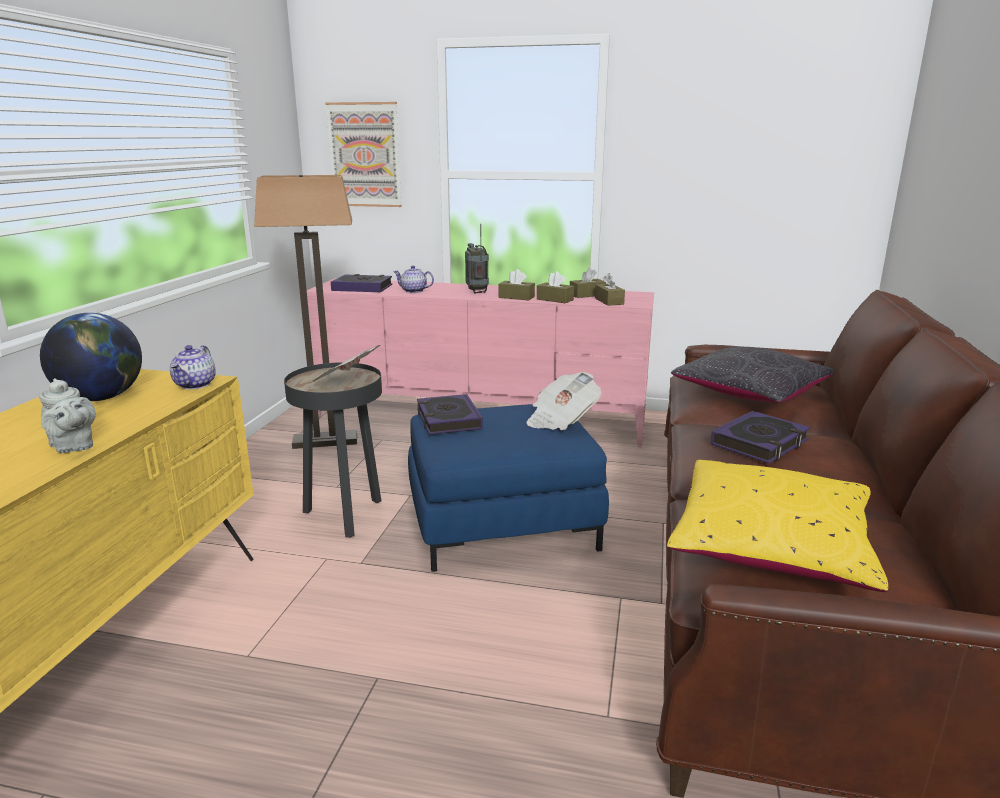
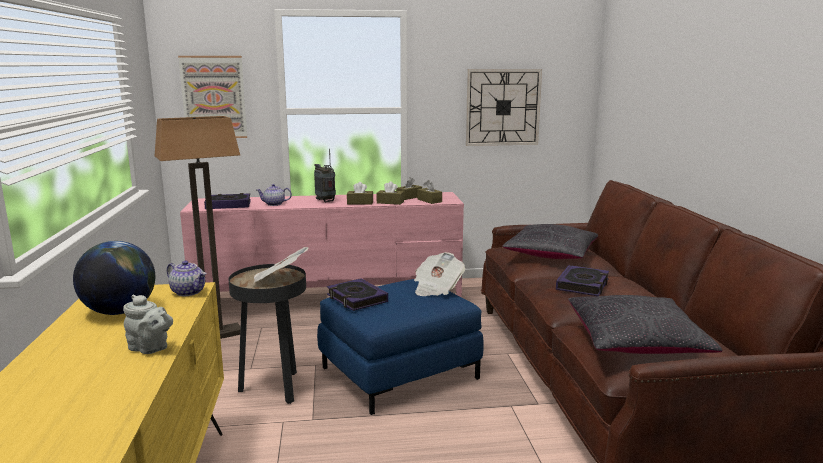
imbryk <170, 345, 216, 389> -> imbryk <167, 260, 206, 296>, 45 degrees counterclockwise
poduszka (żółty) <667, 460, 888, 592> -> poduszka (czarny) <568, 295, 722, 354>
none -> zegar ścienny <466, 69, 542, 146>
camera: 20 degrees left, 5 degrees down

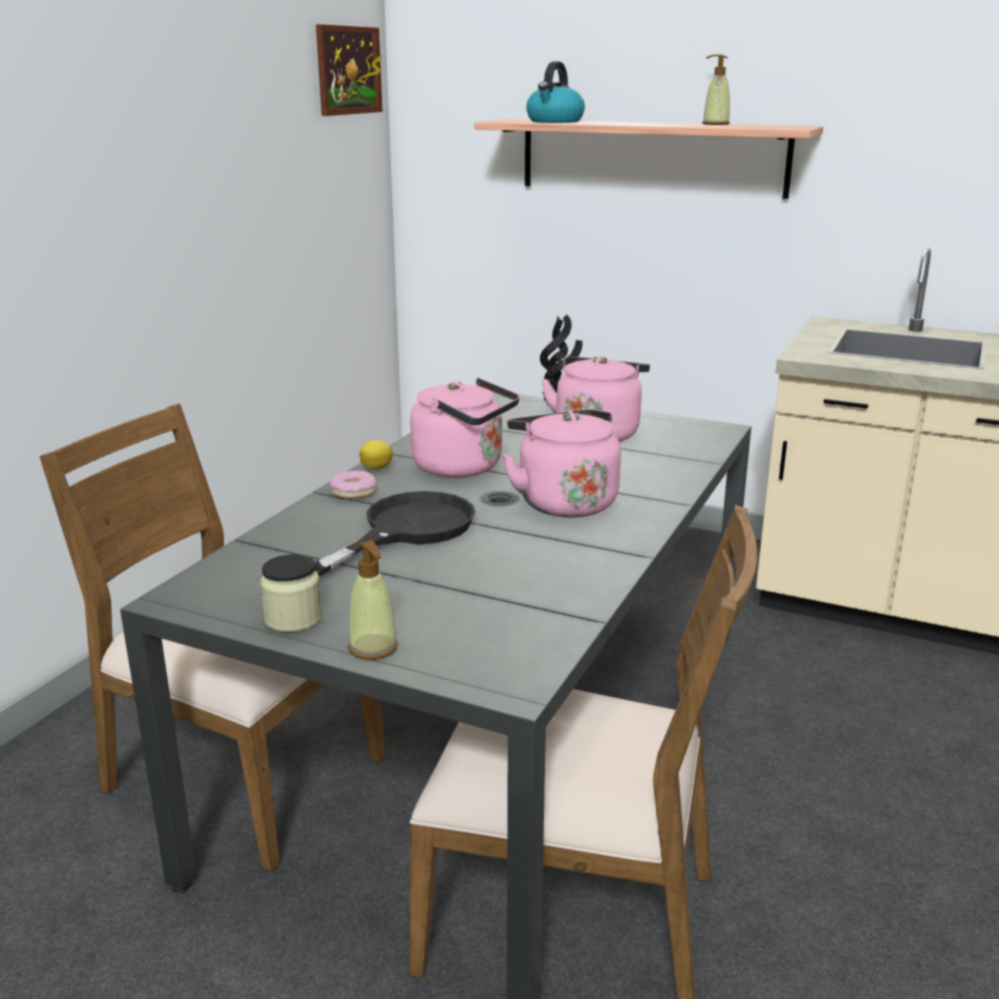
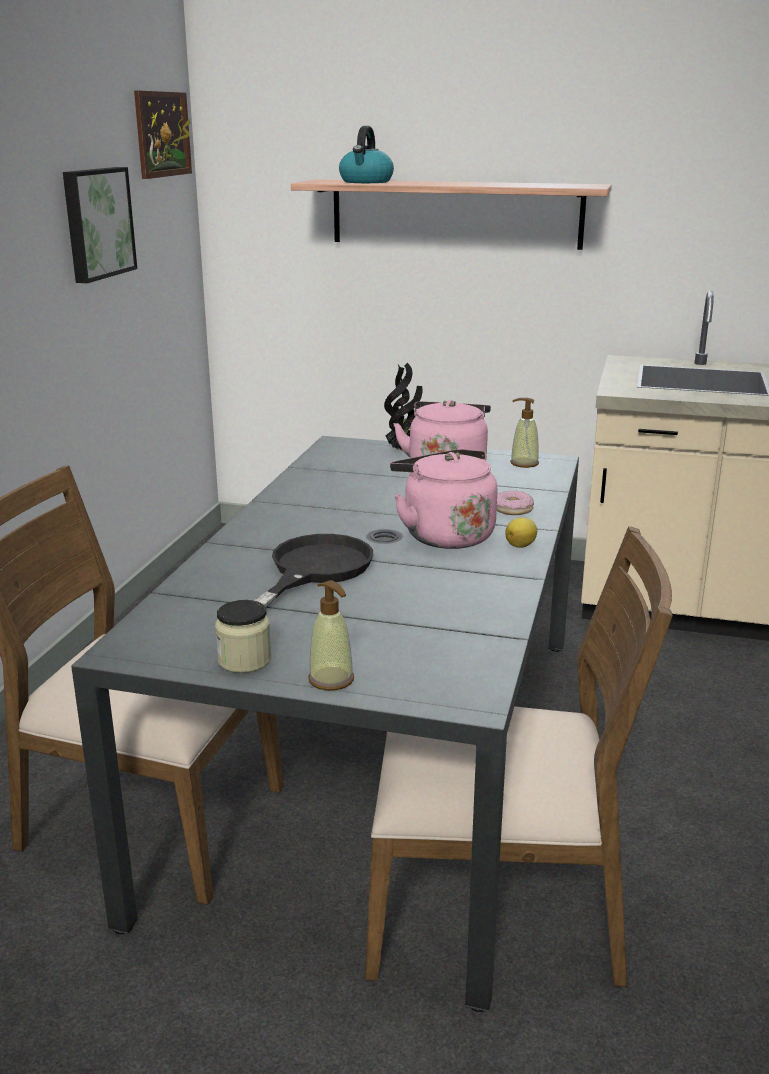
dozownik mydła <702, 55, 730, 125> -> dozownik mydła <510, 398, 539, 468>, move
czajnik (różowy) <410, 378, 519, 478> -> none
cytryna <359, 440, 393, 470> -> cytryna <505, 518, 537, 548>, move
donut <330, 471, 376, 499> -> donut <497, 490, 534, 515>, move
none -> obraz <63, 167, 137, 283>
camera: 10 degrees left, 0 degrees up

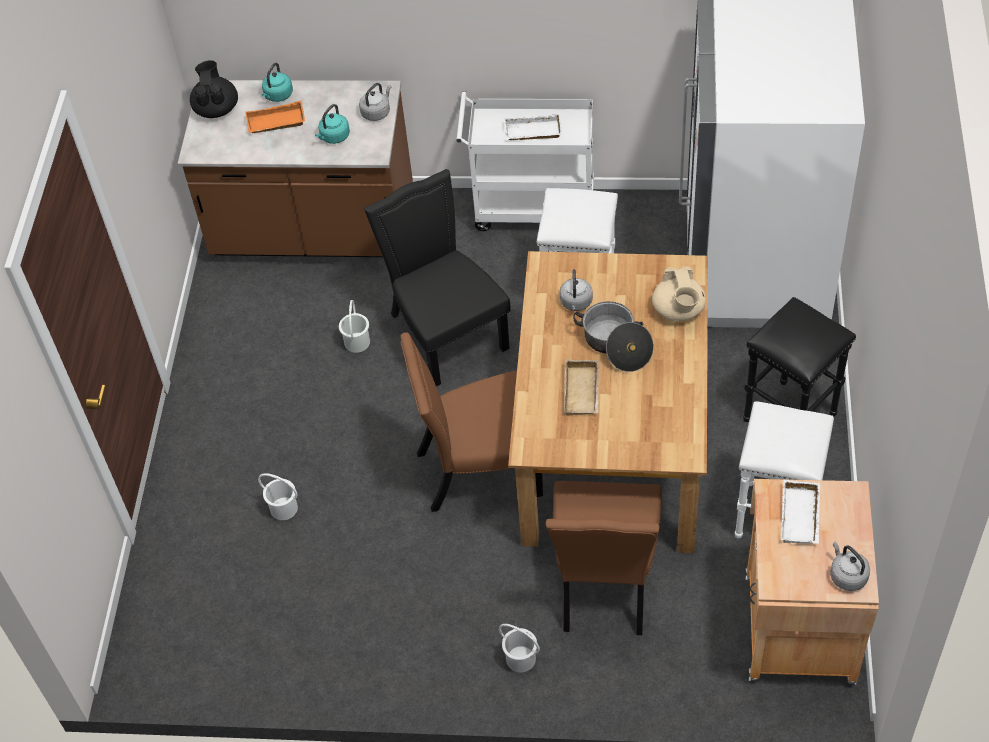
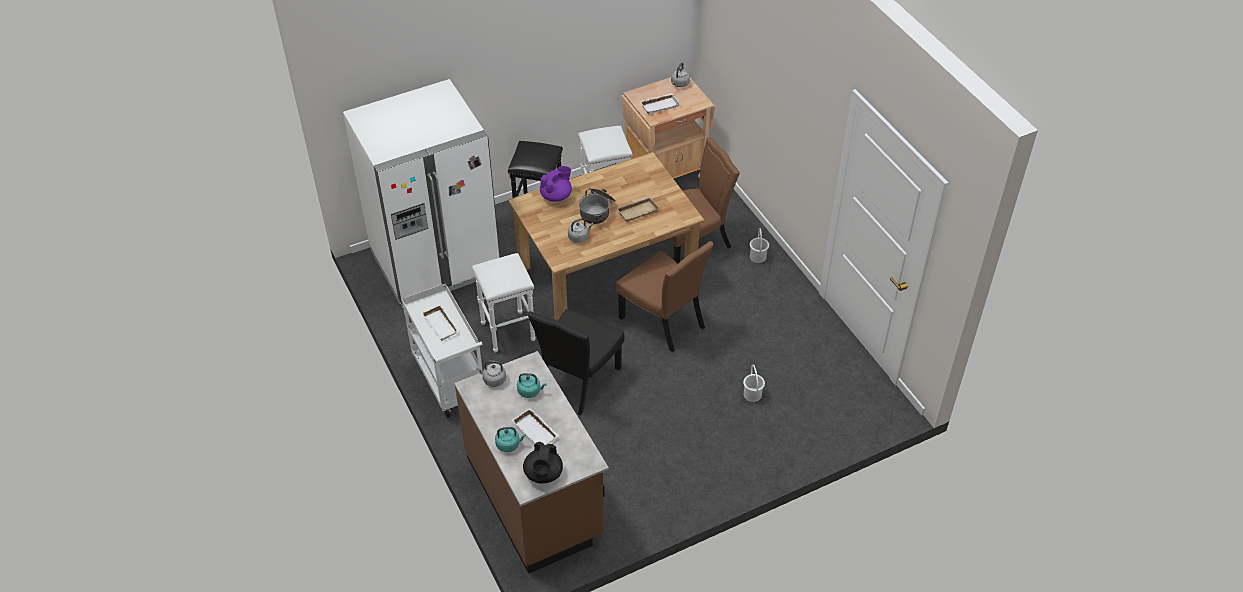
imbryk (czarny) <190, 60, 238, 118> -> imbryk (czarny) <523, 442, 563, 484>, 45 degrees counterclockwise
taca (pomarańczowy) <245, 101, 305, 133> -> taca (biały) <512, 408, 559, 445>
imbryk (beżowy) <652, 266, 706, 322> -> imbryk (fioletowy) <540, 166, 572, 202>
wiadro (biały) <339, 300, 370, 353> -> none
camera: 125 degrees left, 5 degrees down

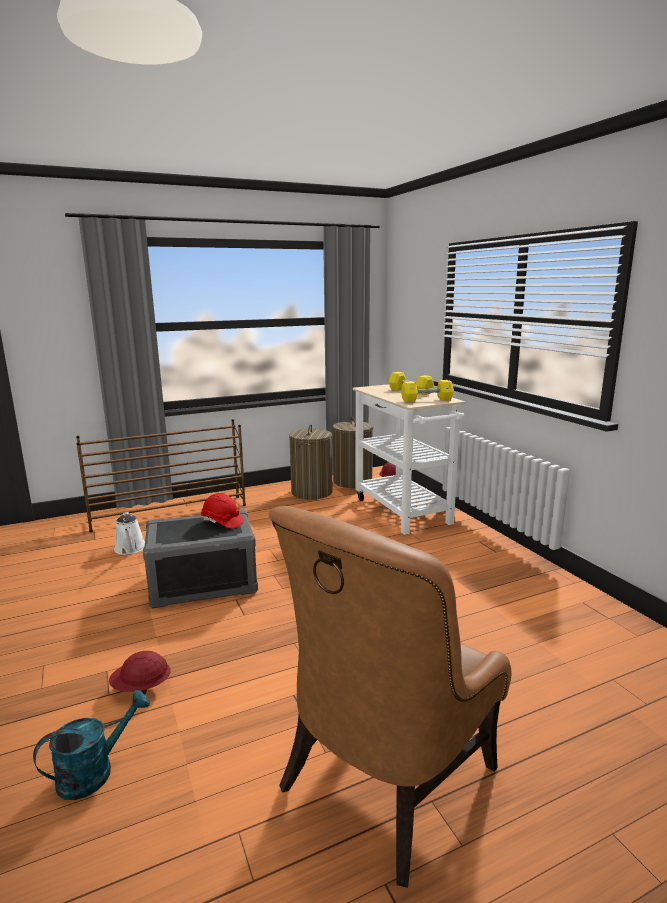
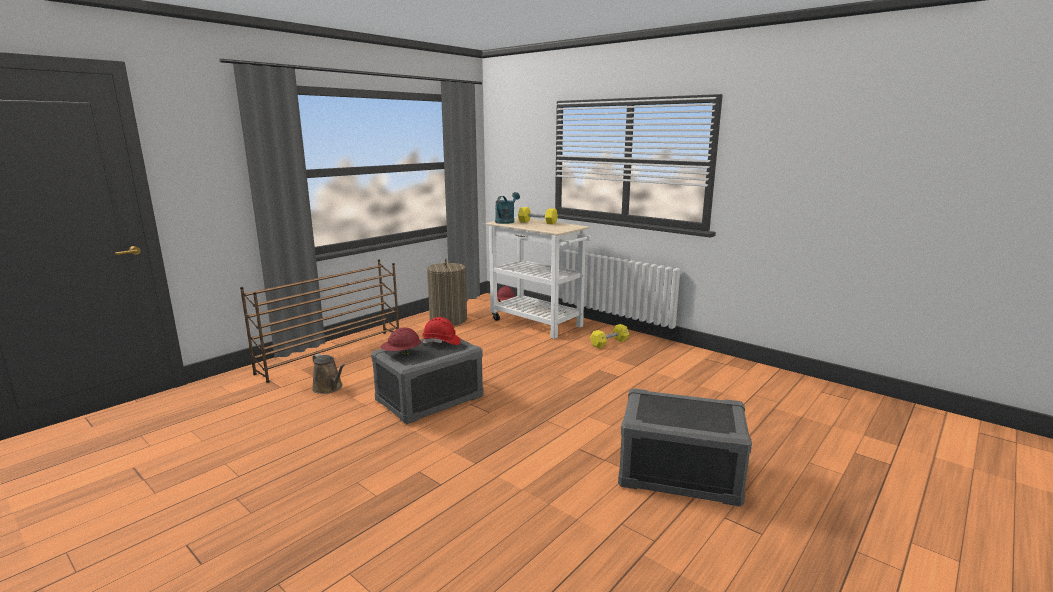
hantel (żółty) <401, 380, 454, 402> -> hantel (żółty) <590, 324, 629, 349>, move
kosz na pranie <332, 416, 373, 488> -> none
krzesło (brązowy) <269, 506, 511, 888> -> pojemnik do przechowywania (szary) <618, 388, 752, 507>
konewka (biały) <114, 512, 145, 555> -> konewka (brązowy) <312, 354, 345, 394>
kask (czerwony) <109, 651, 171, 694> -> kask (czerwony) <381, 327, 421, 356>, move
konewka (turkusowy) <33, 690, 150, 800> -> konewka (turkusowy) <495, 192, 520, 224>, move
camera: 25 degrees left, 0 degrees up

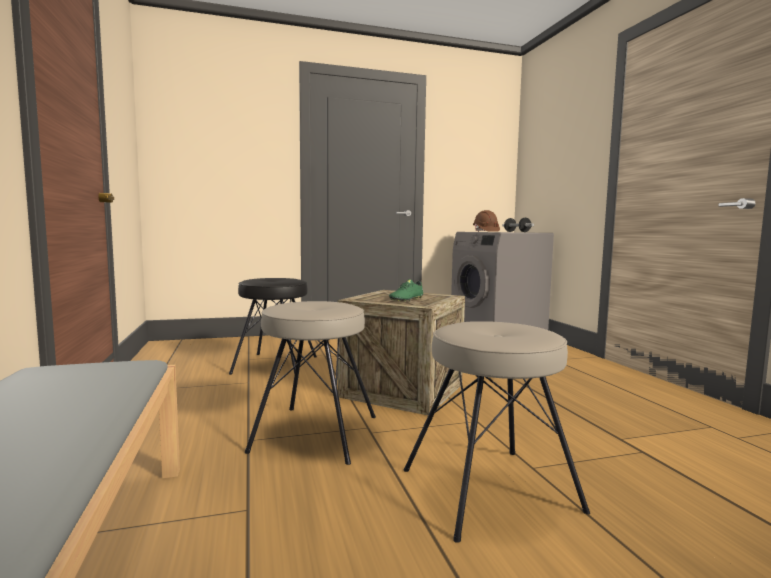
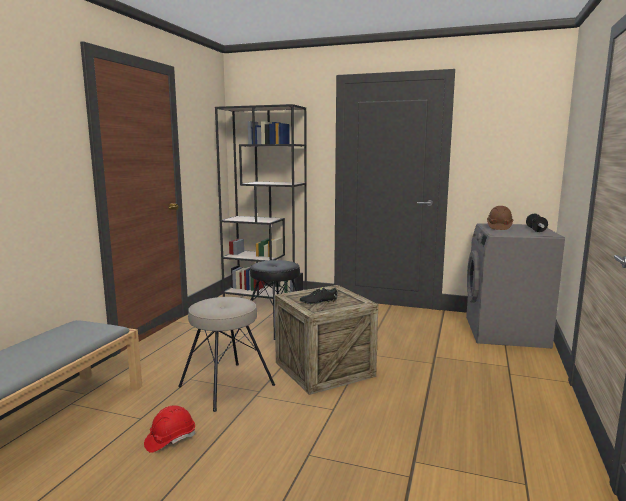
but (zielony) <389, 279, 423, 302> -> but (czarny) <300, 286, 338, 305>
stołek (beżowy) <403, 321, 590, 543> -> none
none -> regał <215, 104, 307, 299>
none -> kask (czerwony) <144, 405, 195, 453>
camera: 35 degrees right, 5 degrees up

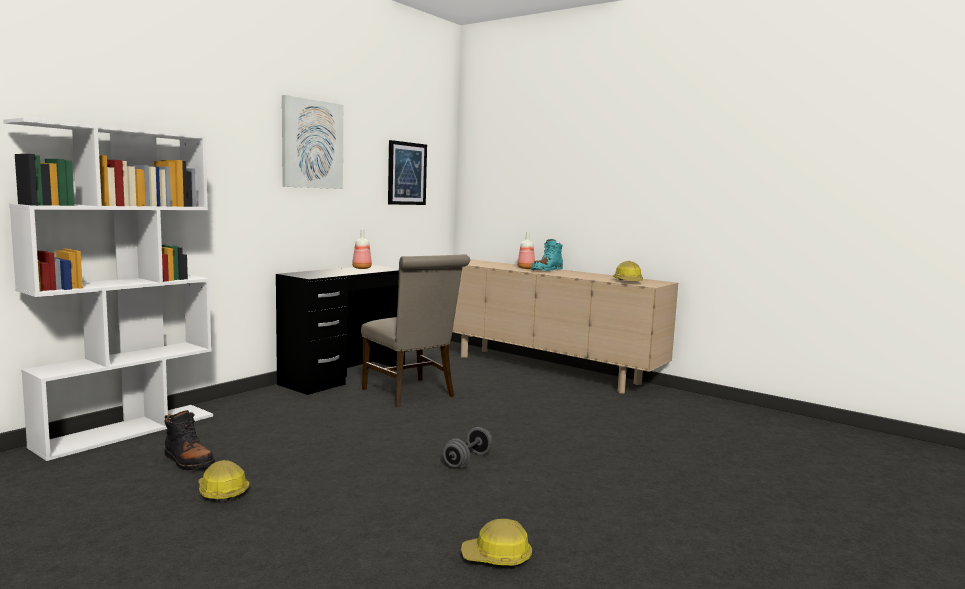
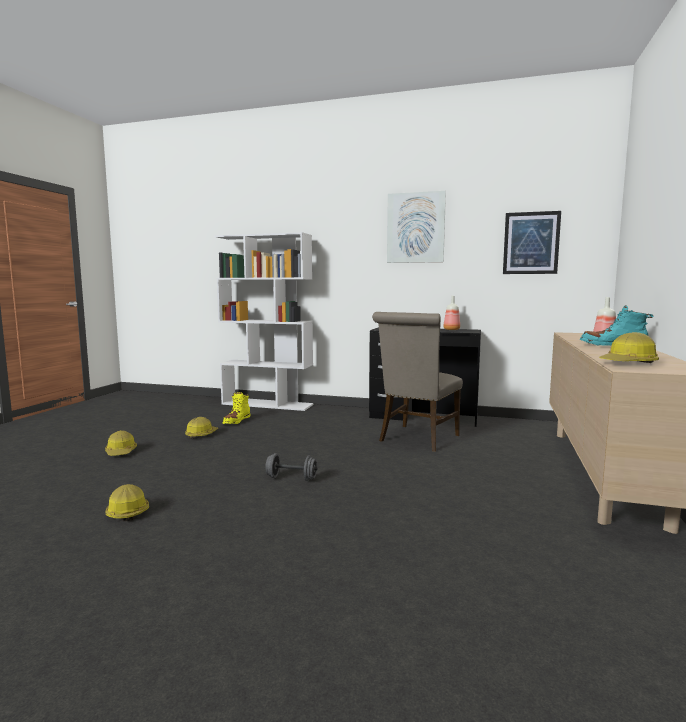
but z cholewką (czarny) <164, 410, 215, 470> -> but z cholewką (żółty) <223, 392, 251, 424>
none -> kask <105, 430, 137, 456>
camera: 70 degrees right, 0 degrees up

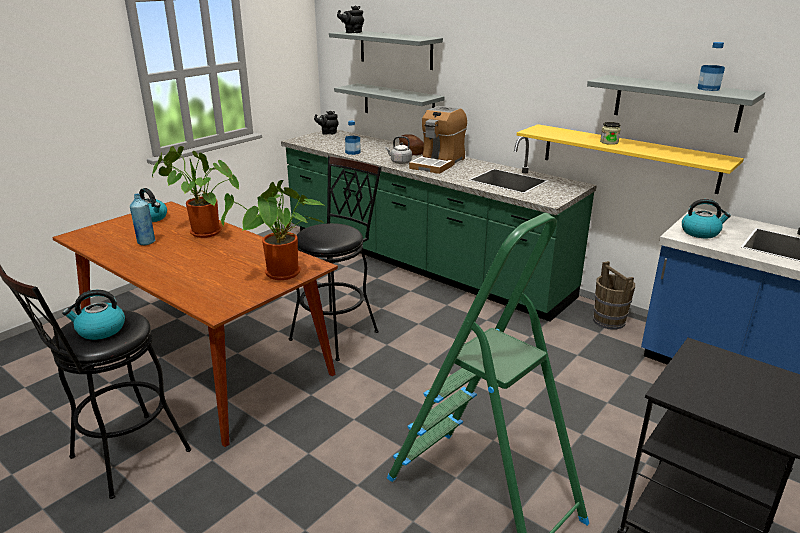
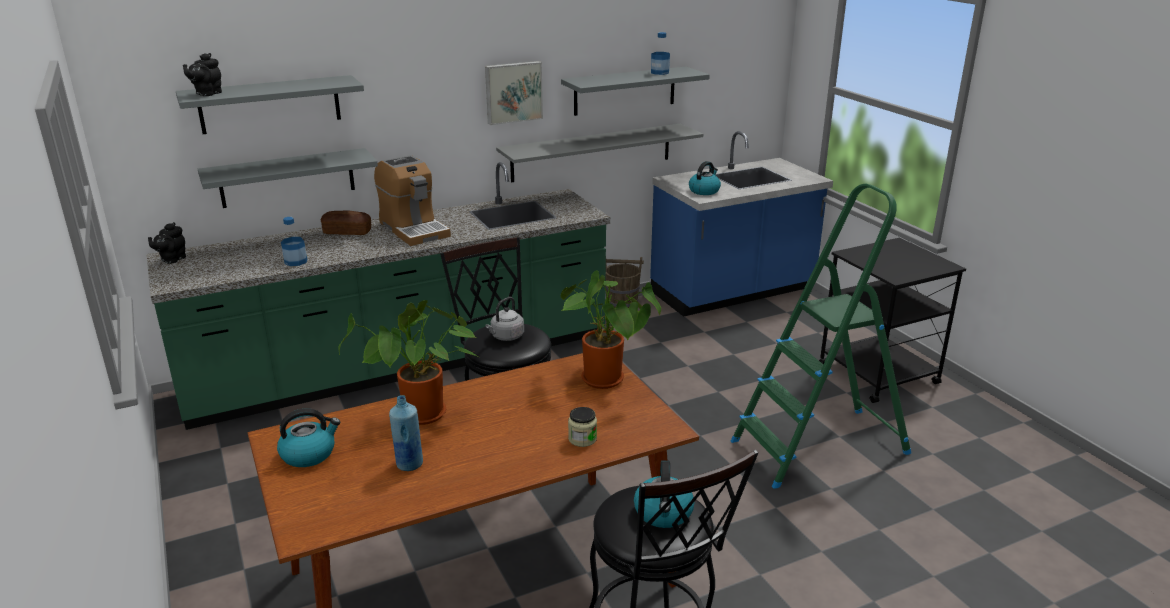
słoik <600, 122, 621, 145> -> słoik <568, 407, 597, 447>, move
półka (żółty) <517, 124, 744, 194> -> półka (szary) <496, 124, 703, 182>
czajnik (szary) <385, 136, 412, 164> -> czajnik (szary) <485, 297, 524, 341>, move
none -> obraz <485, 61, 543, 125>
camera: 65 degrees left, 0 degrees up

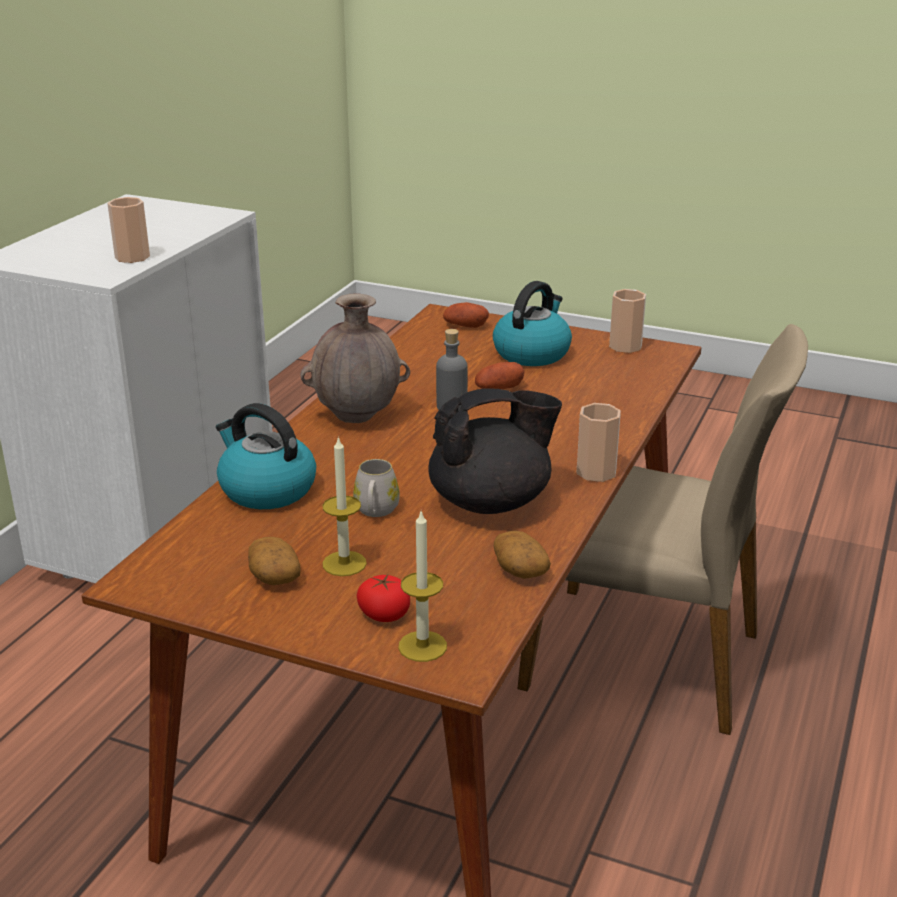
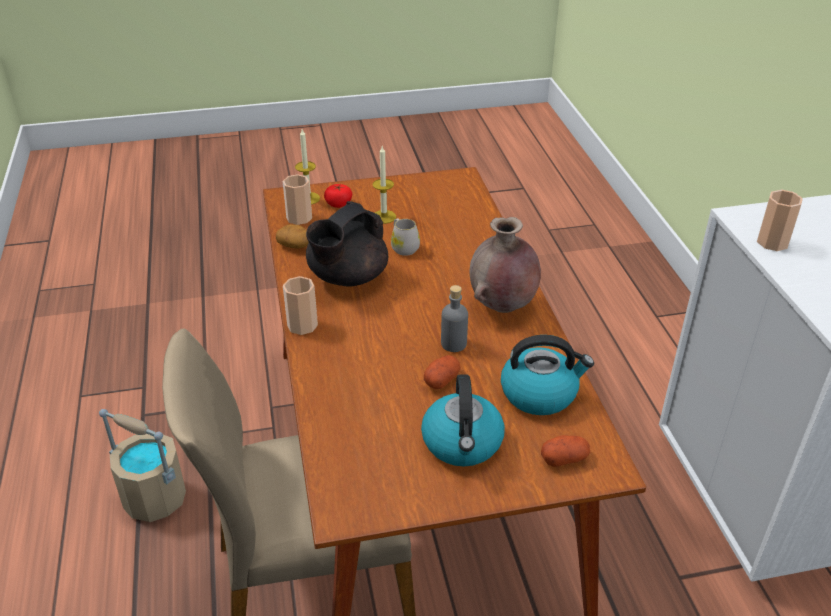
filiżanka <609, 289, 646, 353> -> filiżanka <283, 174, 312, 225>, move
czajnik <216, 403, 316, 509> -> czajnik <501, 335, 594, 415>, move
ziemniak <248, 537, 300, 585> -> none
none -> wiadro (beżowy) <99, 409, 186, 522>
camera: 145 degrees right, 10 degrees up

